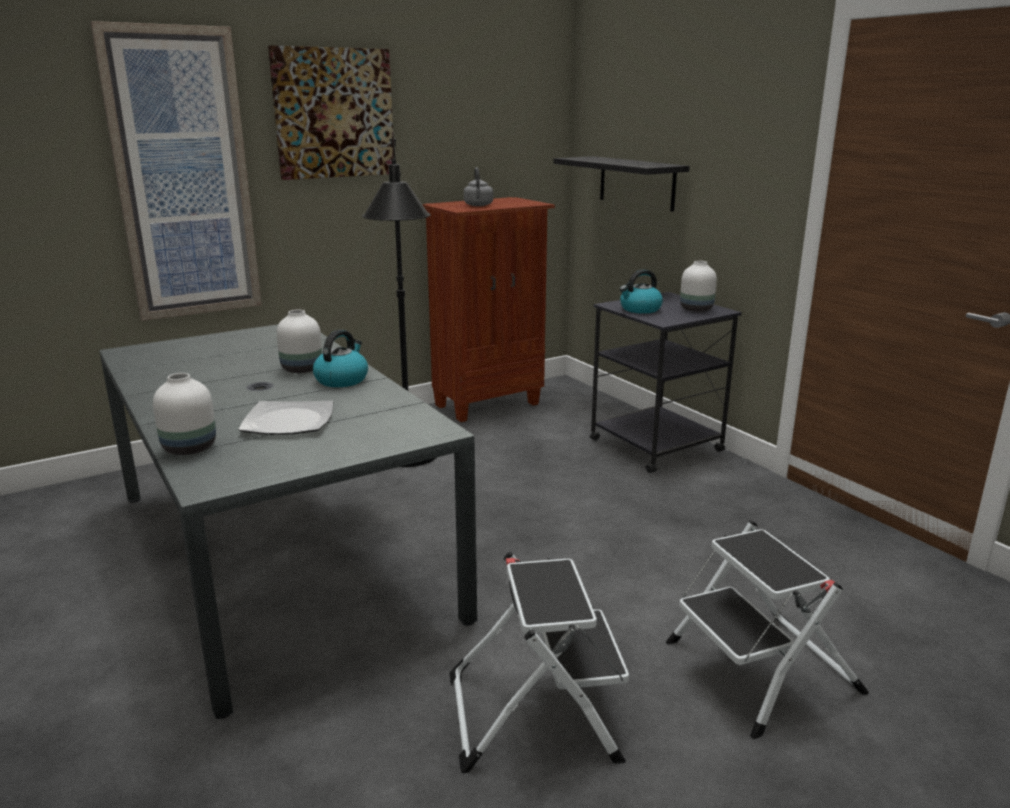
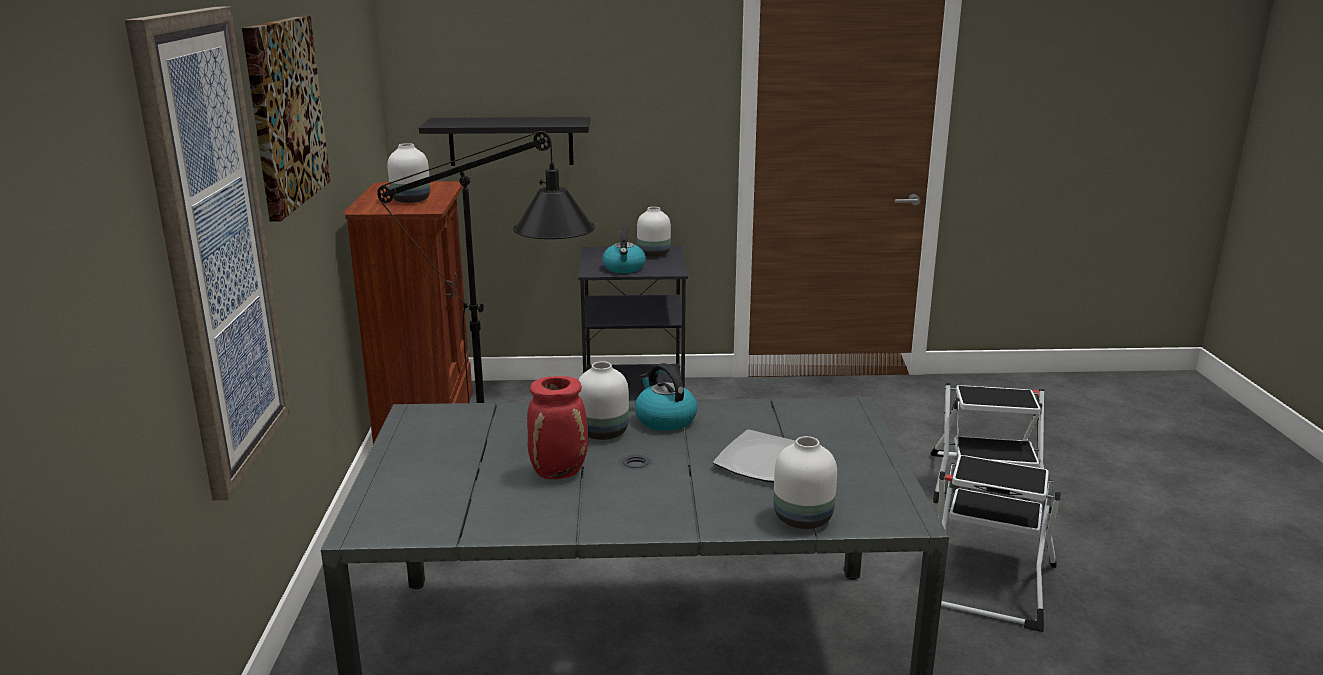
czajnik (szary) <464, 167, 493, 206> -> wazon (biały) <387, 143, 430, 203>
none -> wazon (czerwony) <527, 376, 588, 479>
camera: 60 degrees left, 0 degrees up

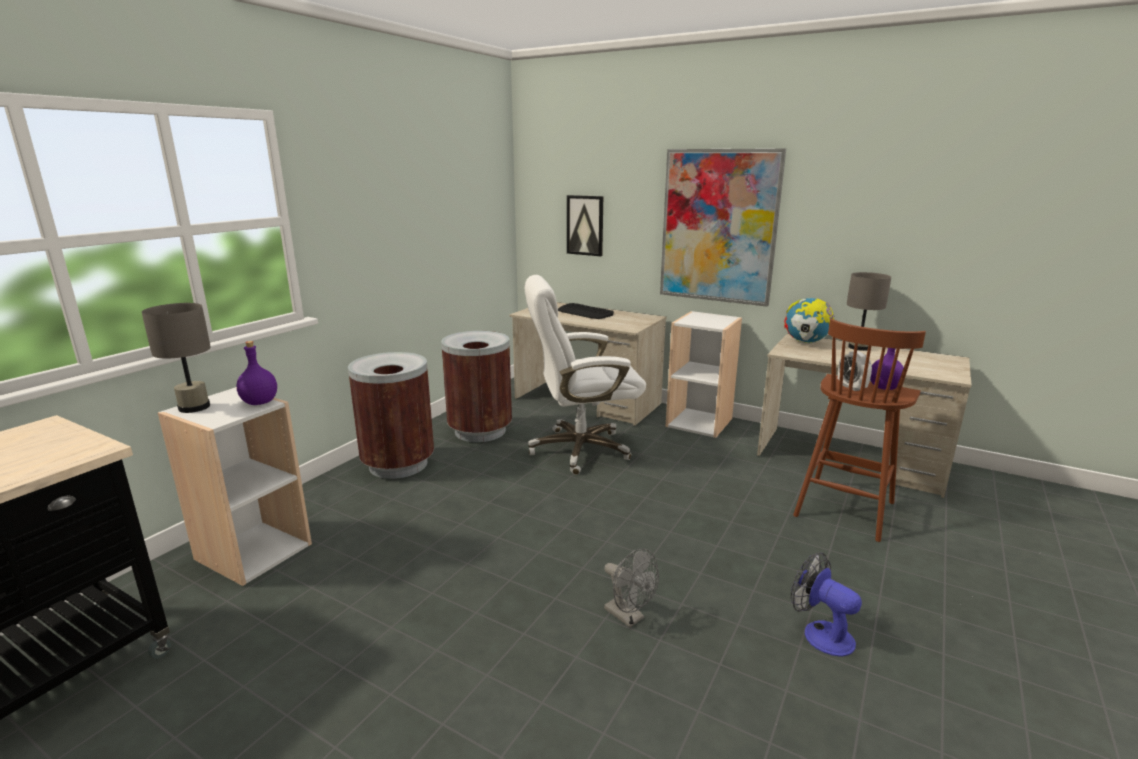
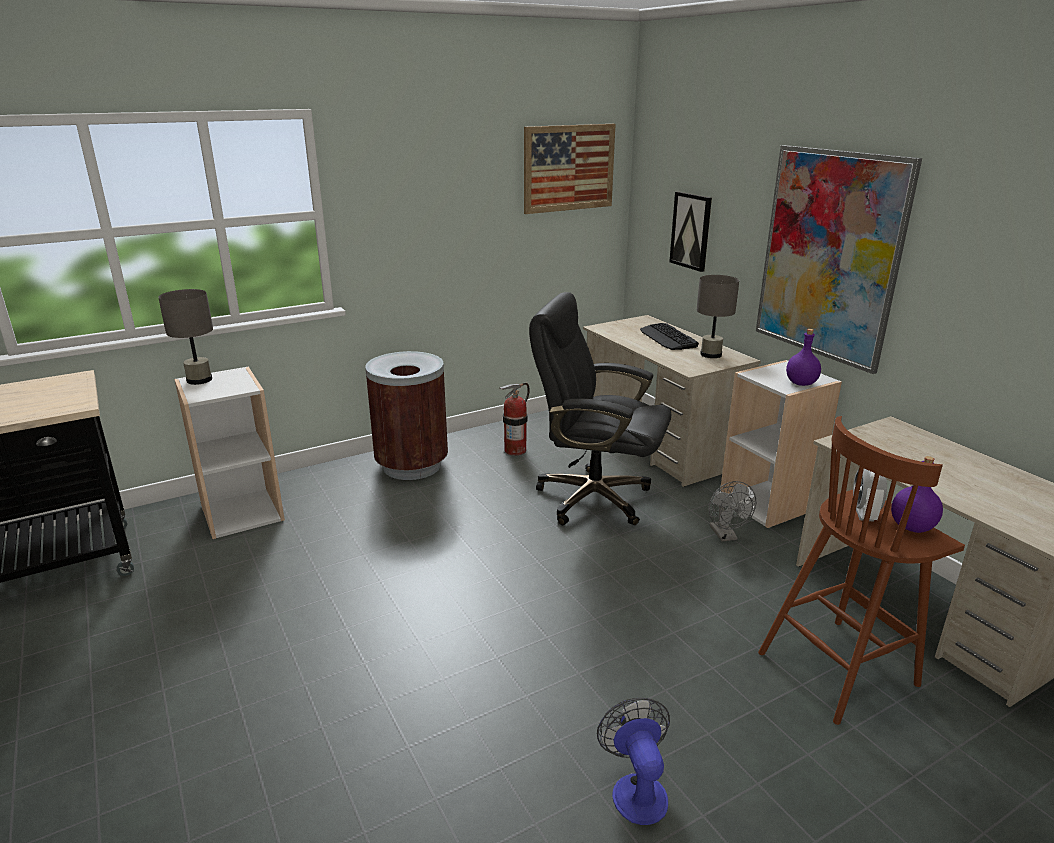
lampa stołowa (szary) <847, 272, 891, 351> -> lampa stołowa (szary) <697, 275, 739, 358>, move
krzesło biurowe (biały) <525, 275, 646, 475> -> krzesło biurowe (czarny) <529, 292, 671, 525>
globus <784, 298, 834, 344> -> none
kosz na śmieci (brązowy) <441, 331, 512, 442> -> gaśnica <499, 383, 530, 456>
butelka (fioletowy) <237, 341, 277, 405> -> butelka (fioletowy) <786, 329, 821, 386>, move
wentylator (szary) <604, 548, 659, 627> -> wentylator (szary) <709, 481, 756, 541>, move
none -> obraz <524, 124, 616, 214>
camera: 30 degrees right, 5 degrees up

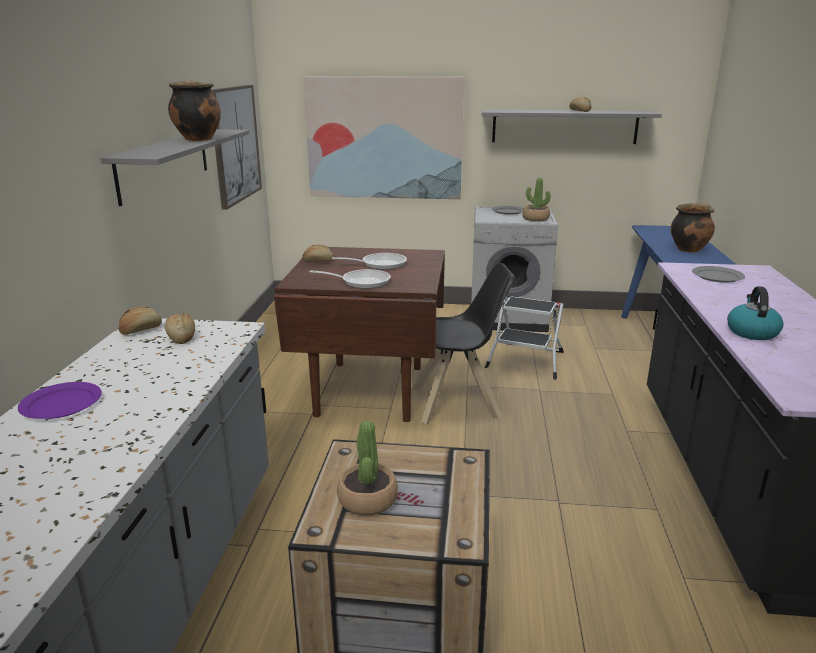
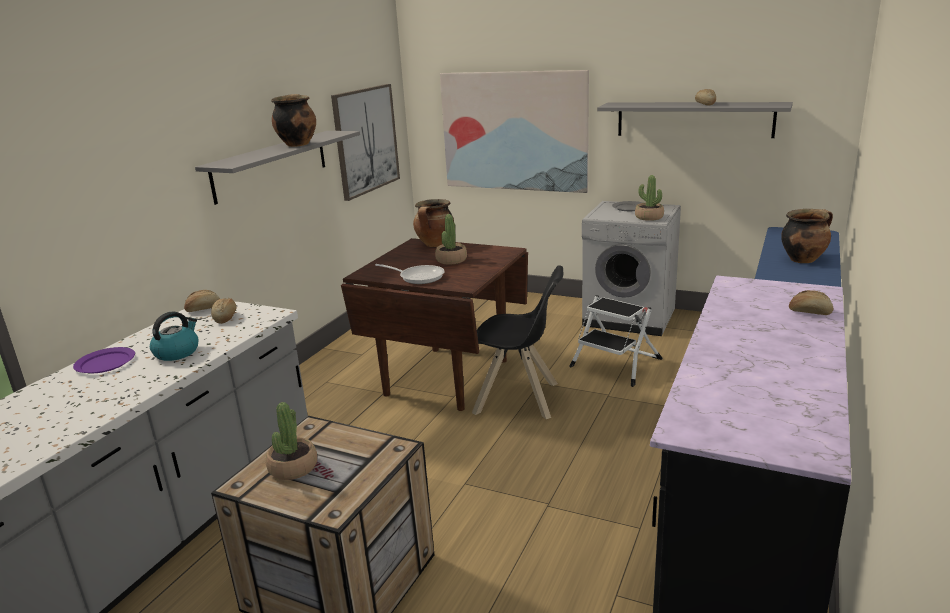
chleb <302, 245, 333, 262> -> chleb <789, 290, 833, 315>, move
patelnia <332, 253, 407, 270> -> roślina doniczkowa <435, 214, 467, 265>
talerz (szary) <692, 266, 745, 283> -> none
czajnik <727, 286, 784, 340> -> czajnik <150, 311, 198, 361>, move
none -> garnek <413, 199, 454, 247>
camera: 20 degrees right, 0 degrees up

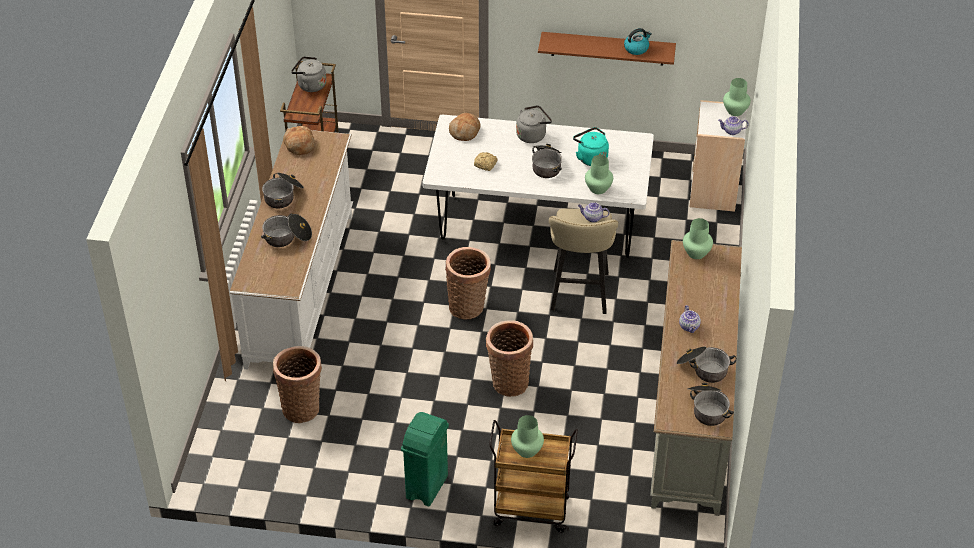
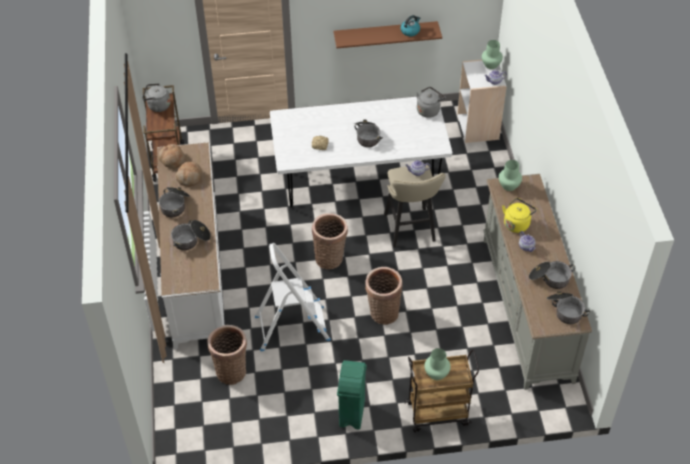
czajnik (szary) <516, 105, 552, 143> -> czajnik (szary) <416, 87, 445, 118>, move
chleb <449, 113, 480, 141> -> chleb <176, 161, 202, 186>, move
czajnik (turkusowy) <573, 127, 609, 166> -> none
wazon (zielony) <585, 155, 613, 194> -> none
none -> czajnik (żółty) <502, 198, 537, 233>
none -> drabinka (biały) <255, 243, 331, 351>
camera: 15 degrees left, 5 degrees up

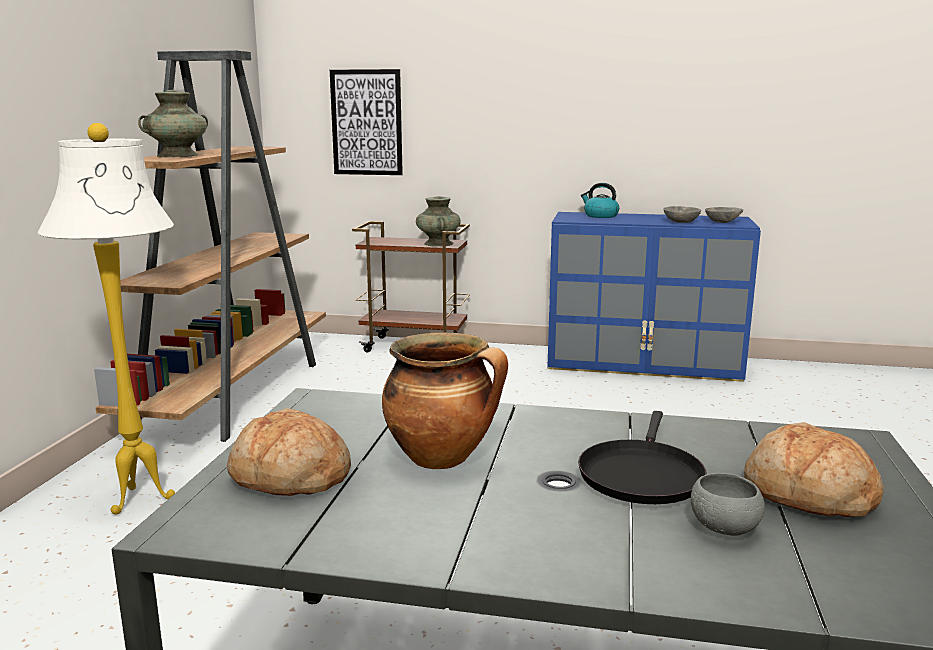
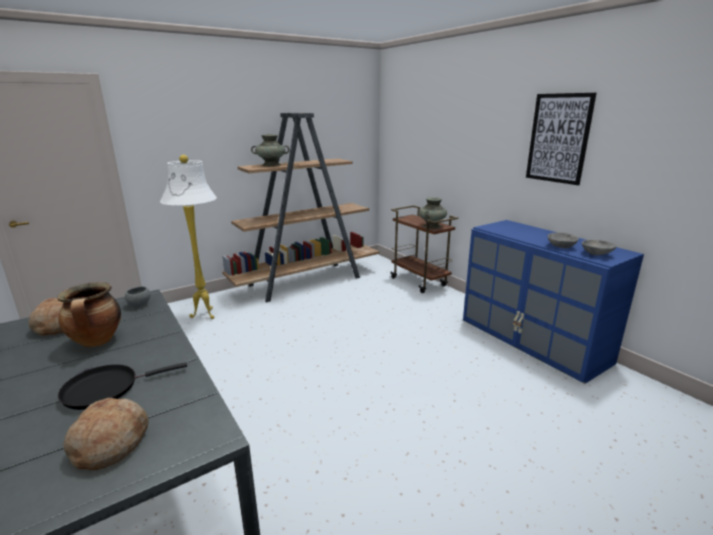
obraz <330, 69, 403, 175> -> obraz <526, 93, 596, 185>, move
czajnik <581, 183, 619, 218> -> none
miska (szary) <691, 473, 765, 536> -> miska (szary) <125, 287, 151, 307>, move
camera: 45 degrees right, 5 degrees up

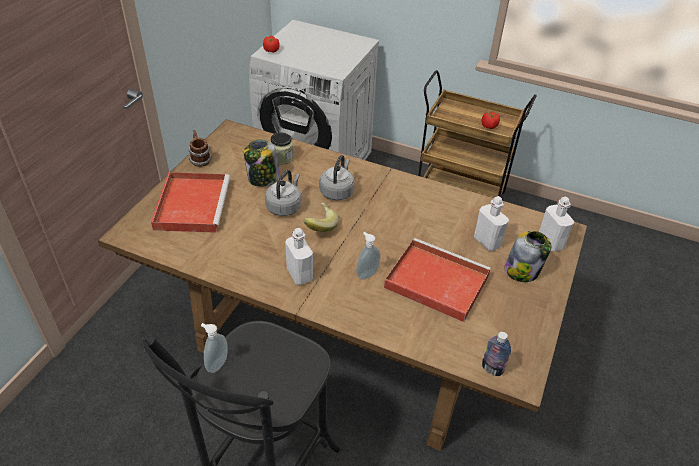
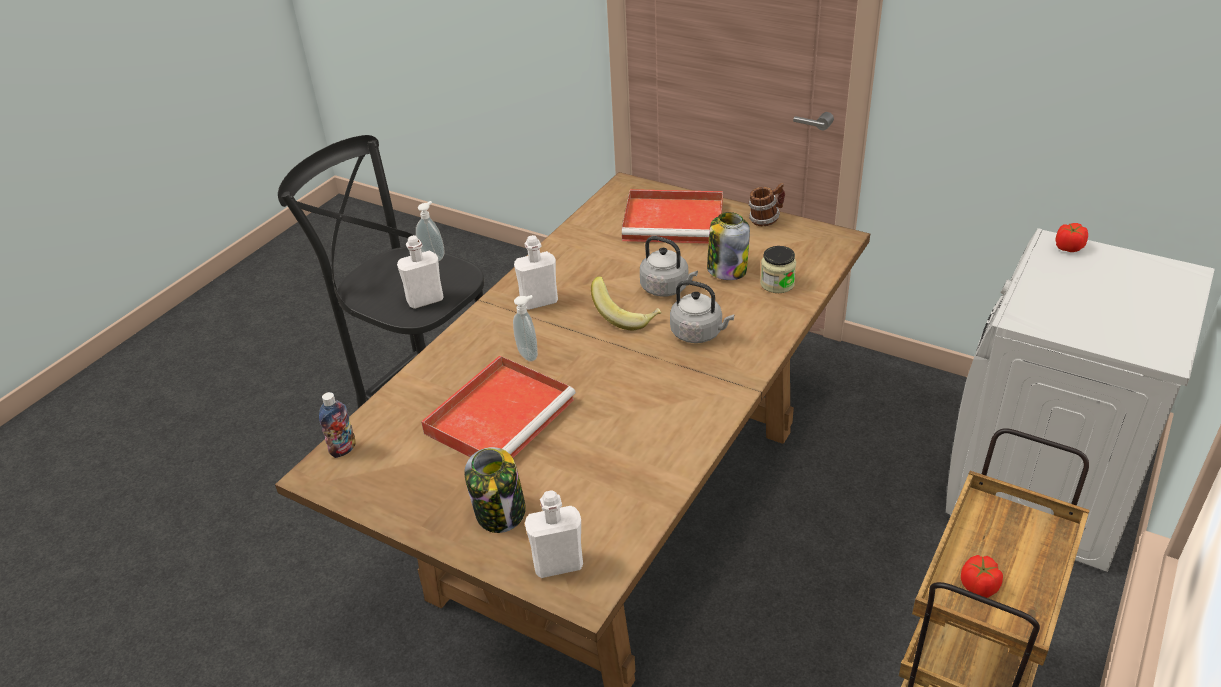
butelka (biały) <474, 196, 509, 251> -> butelka (biały) <397, 235, 444, 309>, move
camera: 100 degrees right, 5 degrees down

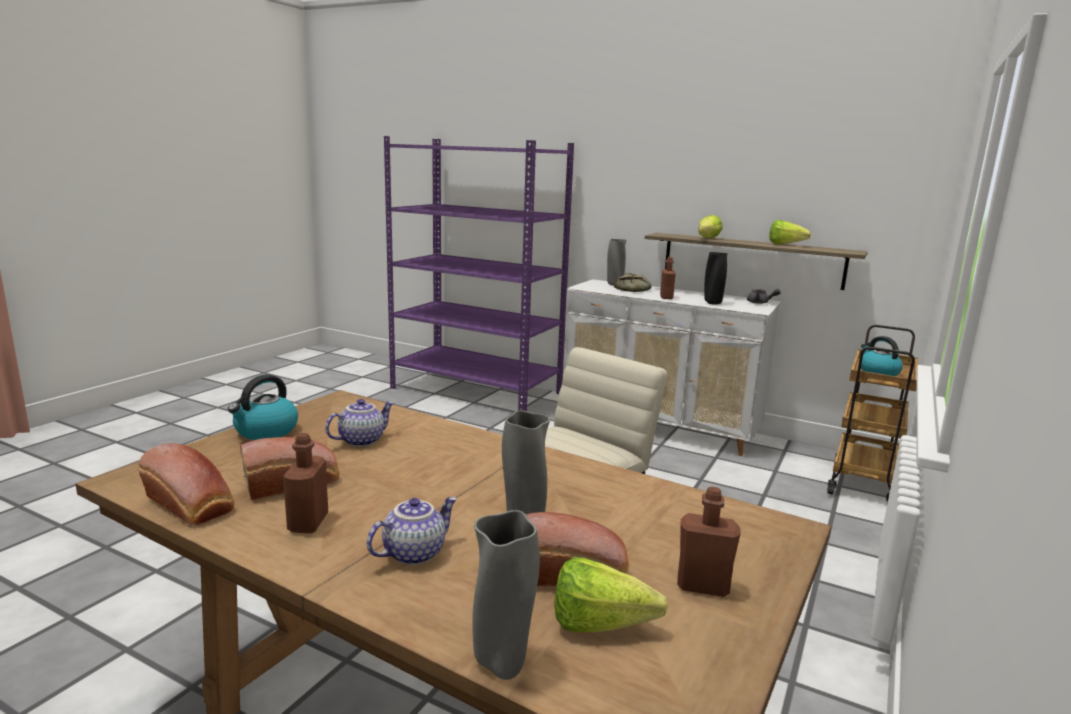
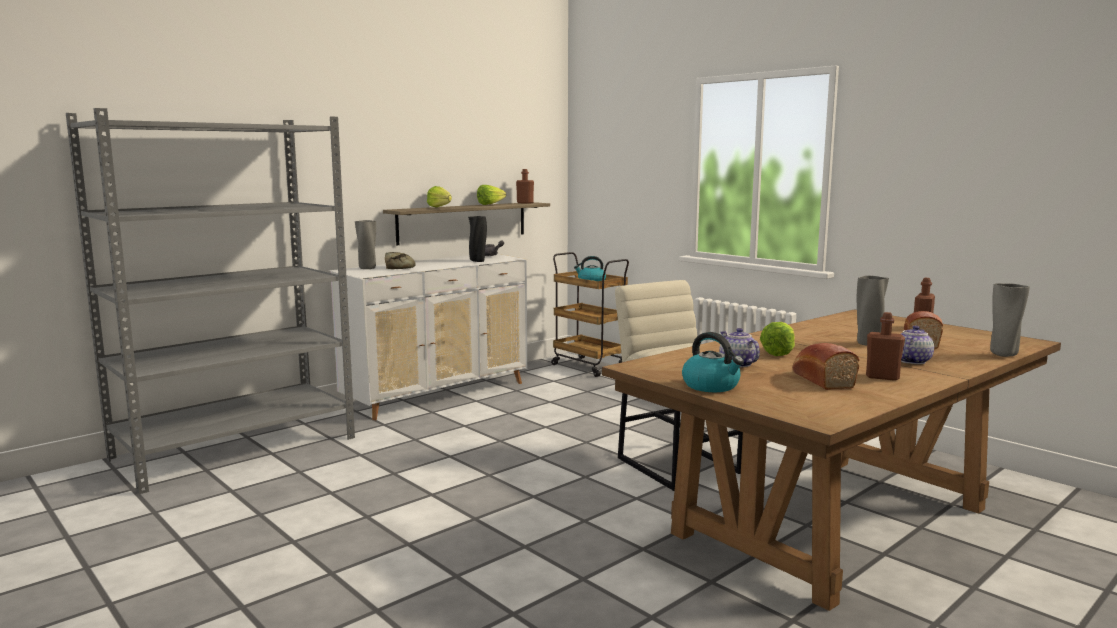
regał (fioletowy) <384, 136, 574, 411> -> regał (szary) <66, 108, 355, 494>
butelka (brązowy) <660, 257, 676, 299> -> butelka (brązowy) <516, 169, 534, 204>, move
chleb <138, 443, 234, 526> -> none
imbryk <367, 497, 457, 565> -> imbryk <901, 325, 934, 364>, 60 degrees clockwise
sałata <554, 557, 668, 632> -> sałata <760, 322, 795, 356>, move
camera: 70 degrees left, 5 degrees down

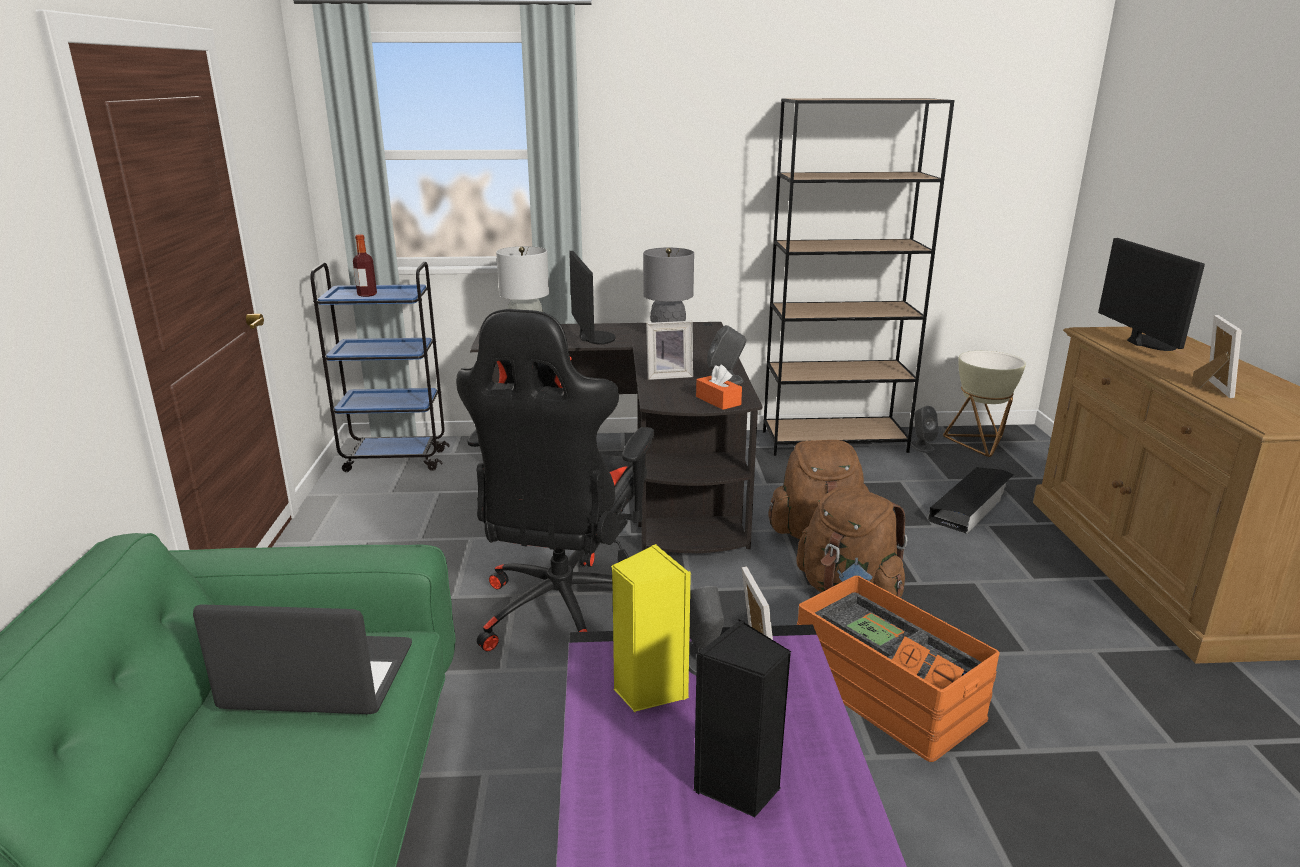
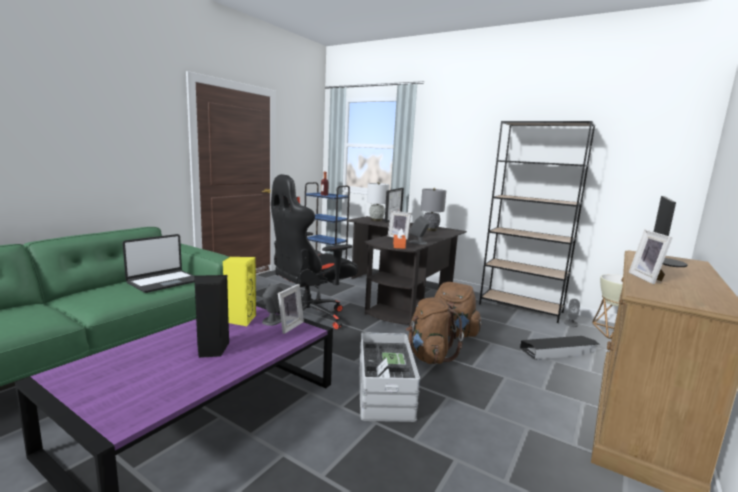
ramka na zdjęcie <1191, 315, 1242, 398> -> ramka na zdjęcie <629, 230, 673, 284>, 135 degrees clockwise
pojemnik do przechowywania (pomarańczowy) <797, 576, 1000, 762> -> pojemnik do przechowywania (szary) <359, 332, 420, 422>
laptop <193, 604, 412, 714> -> laptop <123, 234, 195, 293>, 90 degrees clockwise
camera: 35 degrees right, 10 degrees down

